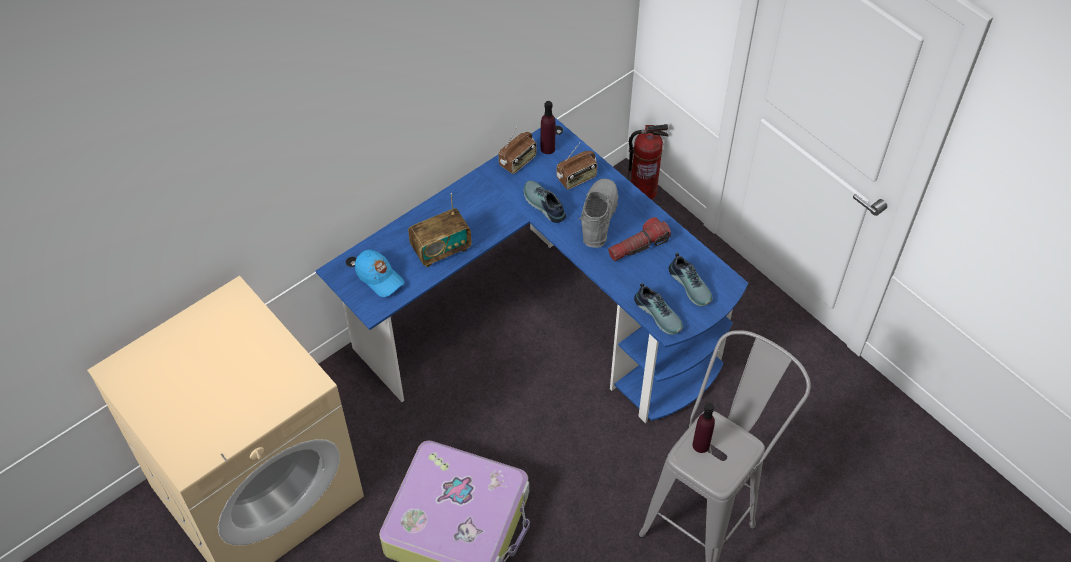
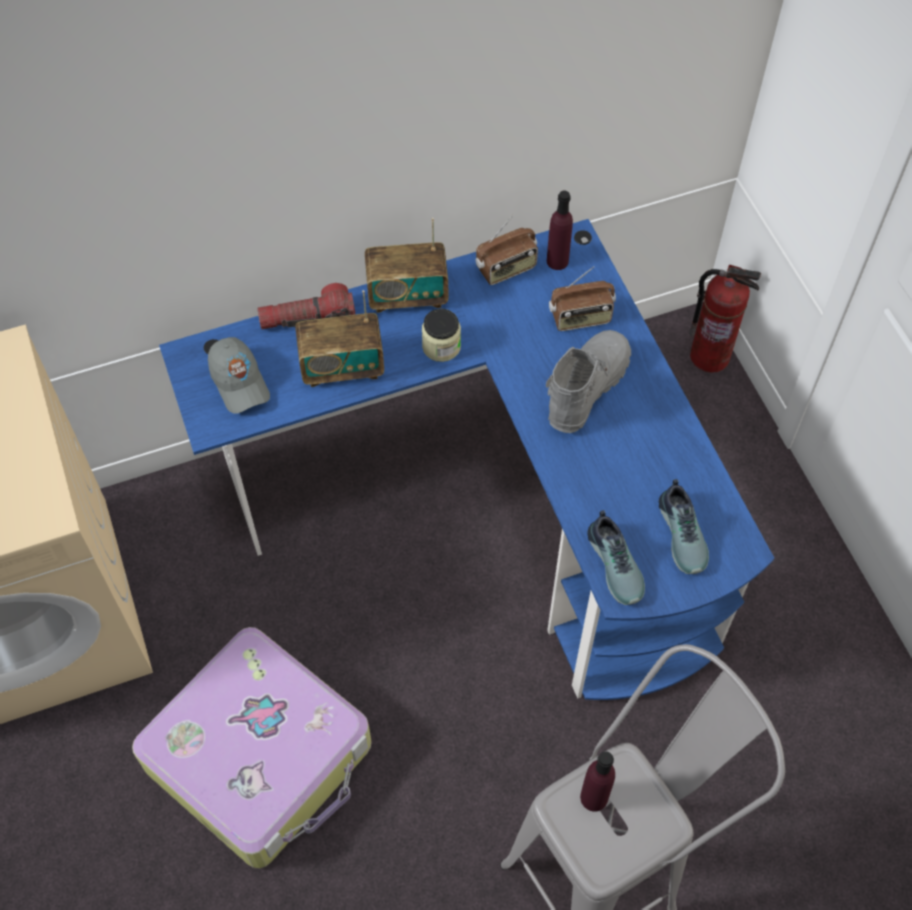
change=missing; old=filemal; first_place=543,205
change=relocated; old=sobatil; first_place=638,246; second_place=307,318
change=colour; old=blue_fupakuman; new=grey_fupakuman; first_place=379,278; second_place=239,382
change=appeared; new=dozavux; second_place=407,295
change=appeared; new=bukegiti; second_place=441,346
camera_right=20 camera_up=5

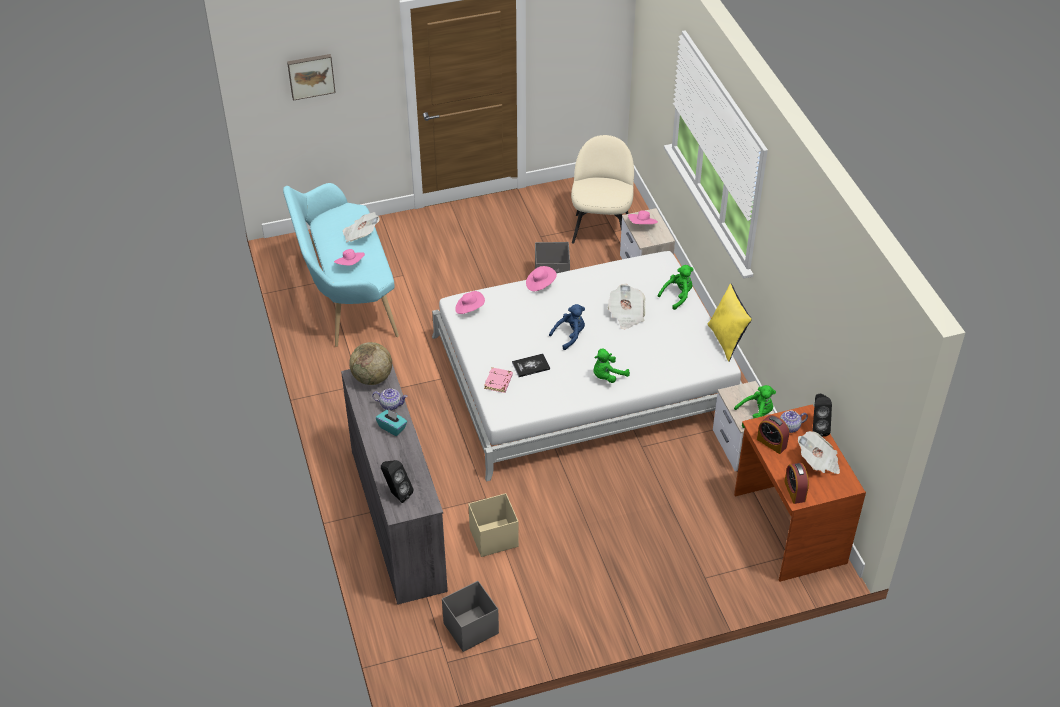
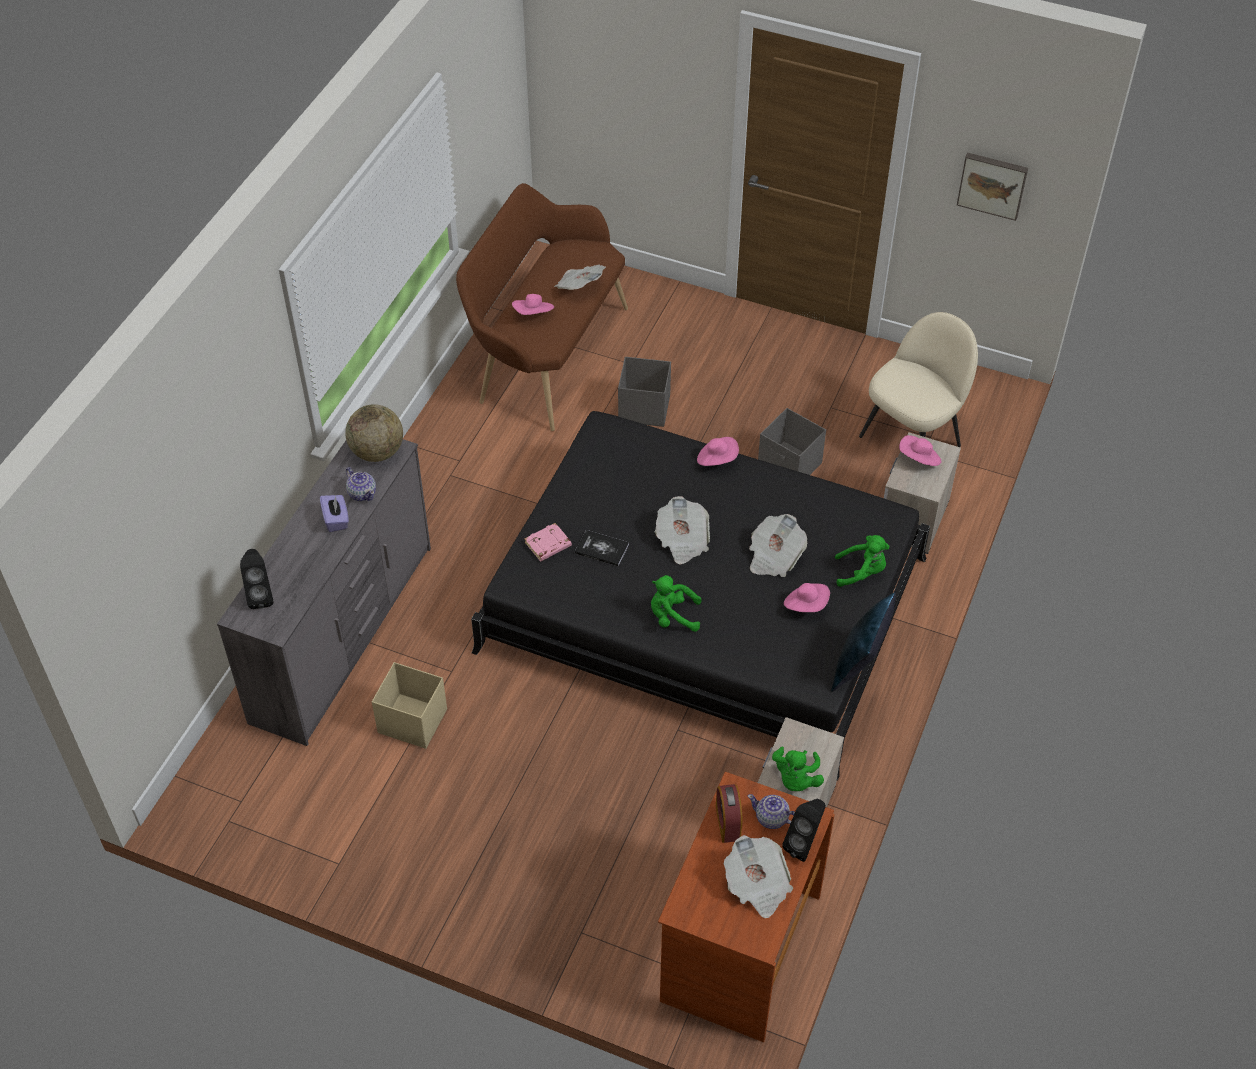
change=relocated; old=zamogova; first_place=311,75; second_place=992,184
change=colour; old=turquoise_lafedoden; new=brown_lafedoden; first_place=345,298; second_place=546,355
change=colour; old=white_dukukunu; new=black_dukukunu; first_place=585,376; second_place=703,604
change=colour; old=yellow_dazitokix; new=blue_dazitokix; first_place=727,341; second_place=859,665
change=relocated; old=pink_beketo; first_place=469,308; second_place=806,605
change=exchanged; old=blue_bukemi; new=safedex; first_place=570,335; second_place=682,541
change=spun; old=green_bukemi; first_place=755,415; second_place=796,779; degrees=75
change=colour; old=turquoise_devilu; new=purple_devilu; first_place=392,427; second_place=336,520
change=missing; old=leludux; first_place=794,491
change=relocated; old=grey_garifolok; first_place=470,629; second_place=643,408
camera_right=40 camera_up=5

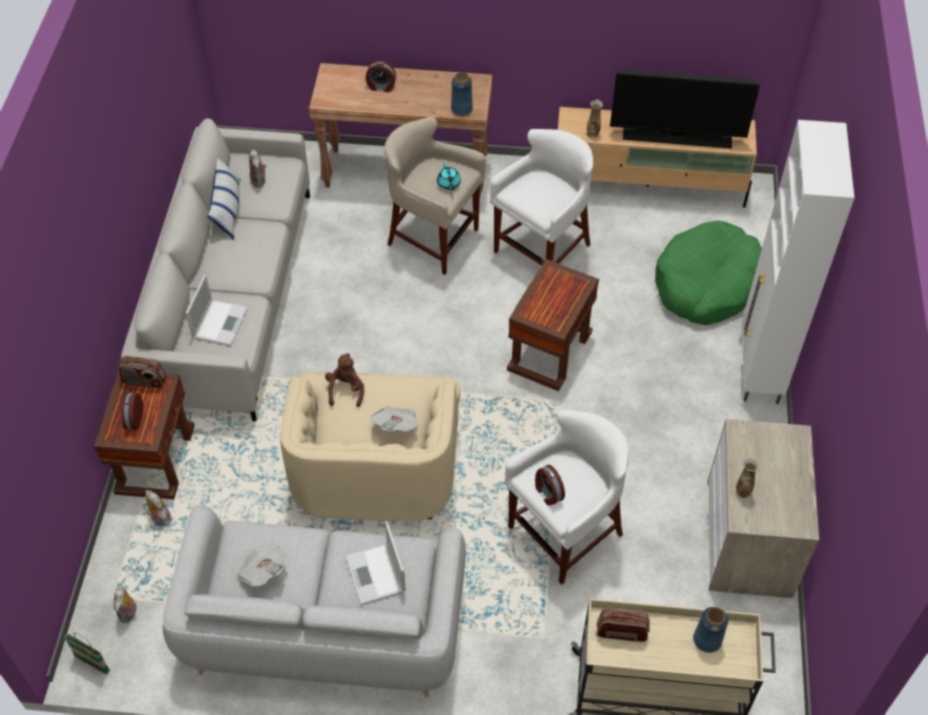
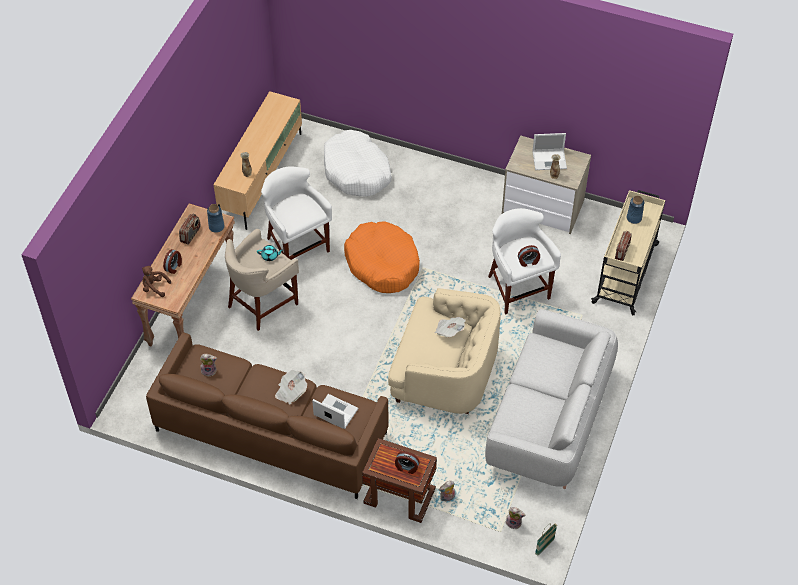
change=missing; old=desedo; first_place=677,137
change=colour; old=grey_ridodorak; new=brown_ridodorak; first_place=232,297; second_place=271,431
change=missing; old=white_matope; first_place=758,370
change=missing; old=dazitokix; first_place=228,209
change=colour; old=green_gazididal; new=white_gazididal; first_place=706,284; second_place=357,171
change=exchanged; old=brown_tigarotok; new=orange_gazididal; first_place=549,351; second_place=382,263
change=relocated; old=brown_bukemi; first_place=346,390; second_place=154,287
change=relocated; old=dozavux; first_place=144,381; second_place=190,235
change=relocated; old=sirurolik; first_place=376,575; second_place=550,160
change=relocated; old=safedex; first_place=263,571; second_place=291,392
camera_right=-75 camera_up=0

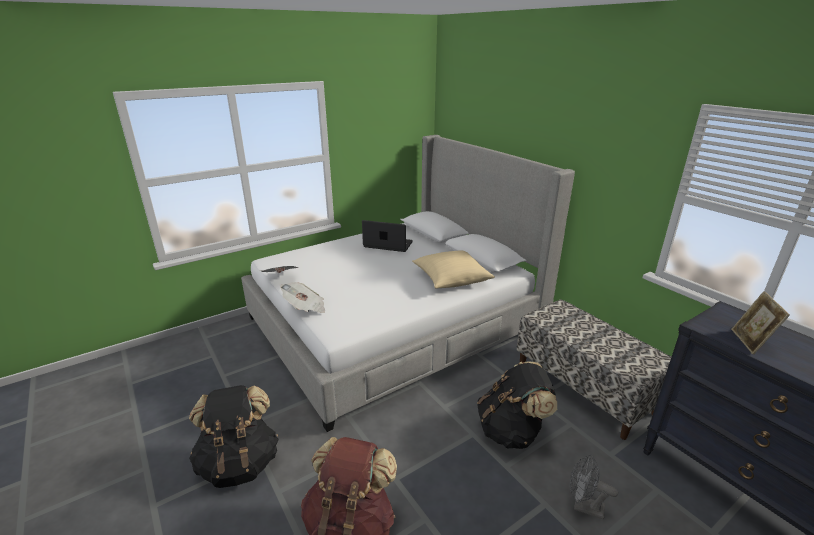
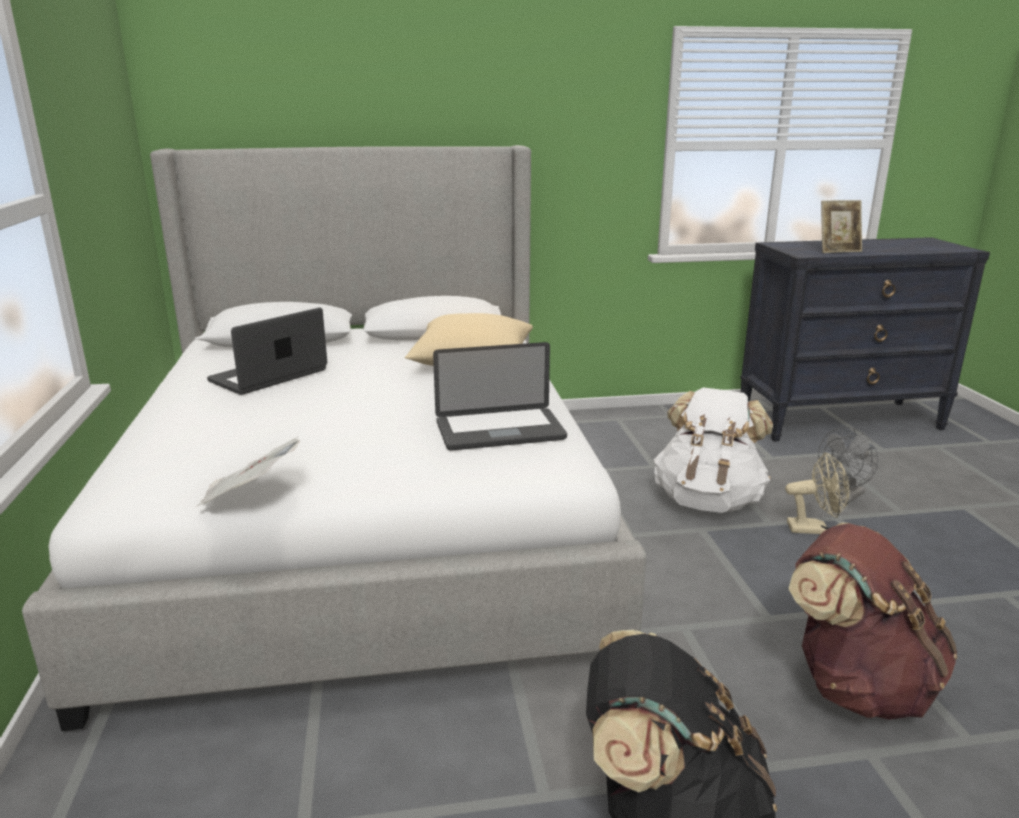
change=missing; old=safedex; first_place=305,308
change=spun; old=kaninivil; first_place=750,342; second_place=838,251; degrees=-45
change=missing; old=lafedoden; first_place=584,388
change=colour; old=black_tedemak; new=white_tedemak; first_place=511,431; second_place=708,500
change=appeared; new=sirurolik; second_place=500,431
change=appeared; new=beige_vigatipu; second_place=814,529
camera_right=-65 camera_up=-5

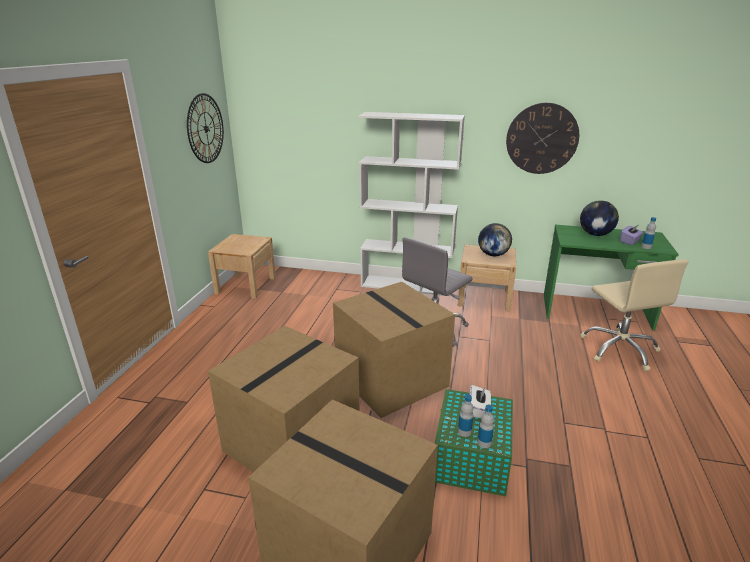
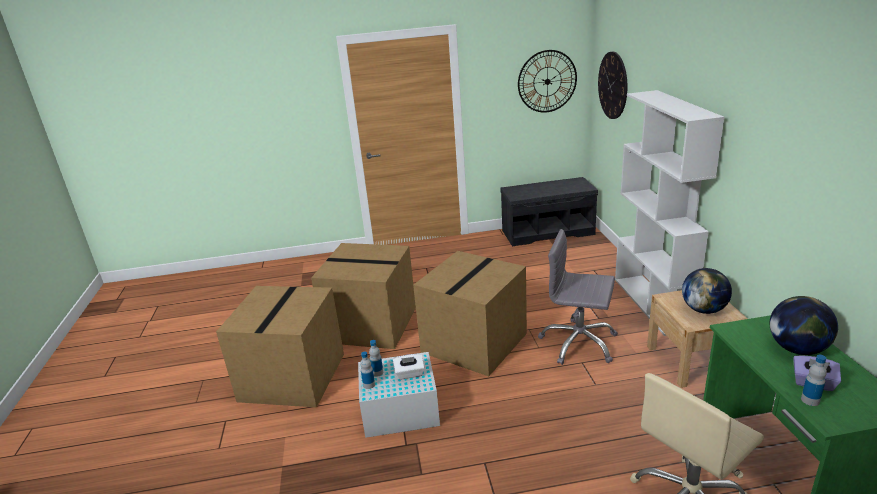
change=relocated; old=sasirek; first_place=542,139; second_place=613,85
change=exchanged; old=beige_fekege; new=grey_lafedoden; first_place=246,285; second_place=548,232
change=colour; old=green_garifolok; new=white_garifolok; first_place=471,459; second_place=399,410
camera_right=70 camera_up=0

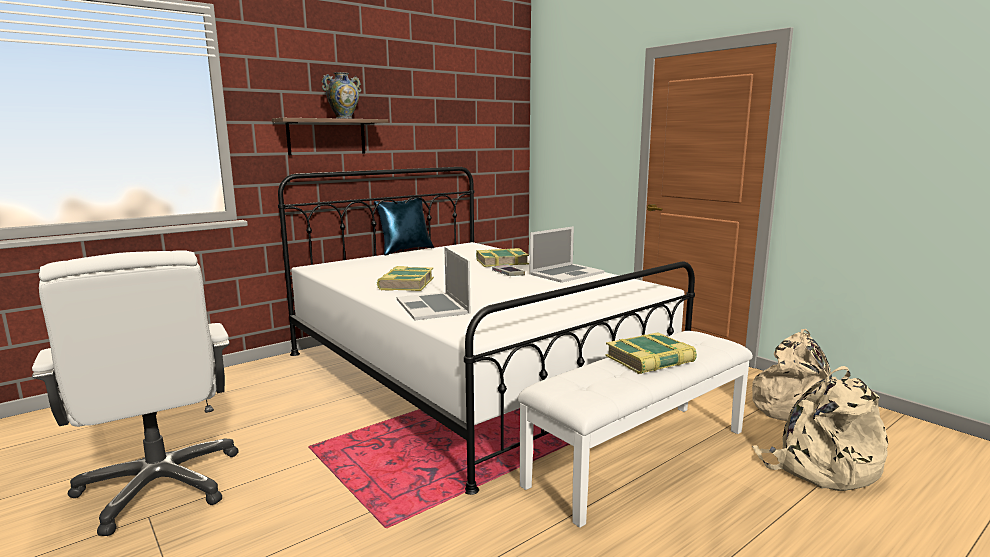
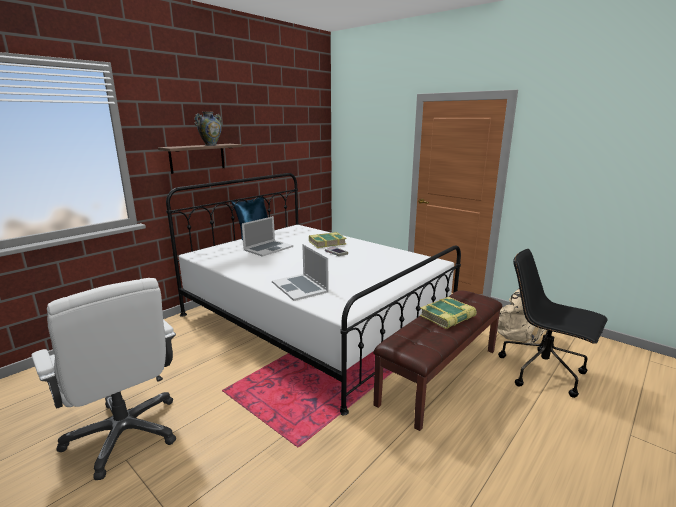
change=relocated; old=sirurolik; first_place=566,273; second_place=268,248
change=missing; old=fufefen; first_place=406,284
change=colour; old=white_lafedoden; new=brown_lafedoden; first_place=638,456; second_place=439,375
change=exchanged; old=beige_tedemak; new=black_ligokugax; first_place=819,467; second_place=543,372
camera_right=-10 camera_up=5

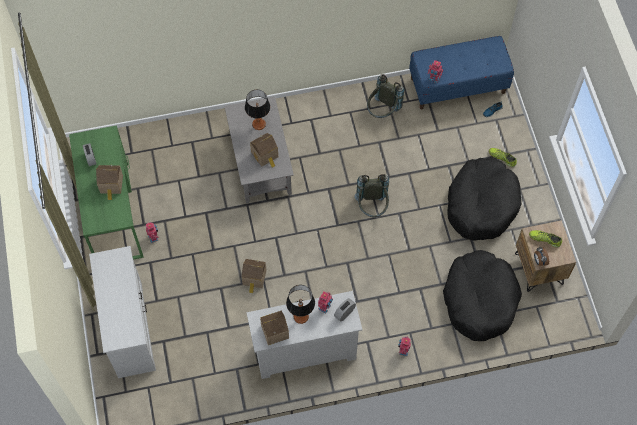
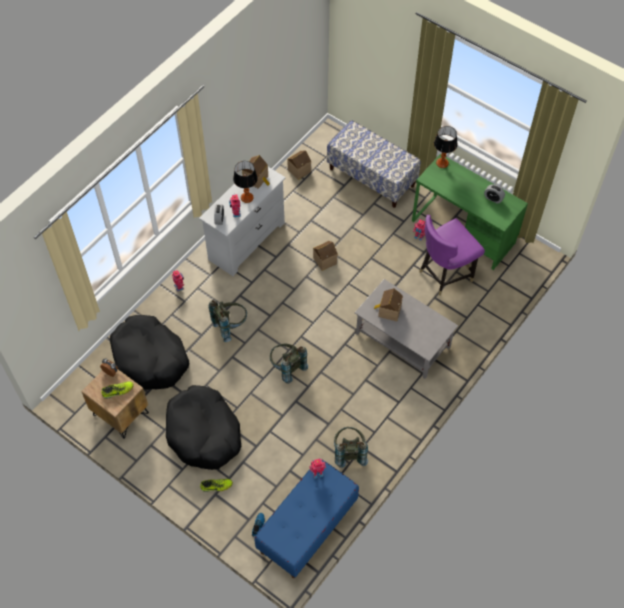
change=relocated; old=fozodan; first_place=258,124; second_place=442,163
change=relocated; old=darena; first_place=111,185; second_place=298,170
change=exchanged; old=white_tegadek; new=lafedoden; first_place=130,329; second_place=372,177
change=appeared; new=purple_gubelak; second_place=444,274
change=appeared; new=grey_tedemak; second_place=230,326
camera_right=140 camera_up=-5

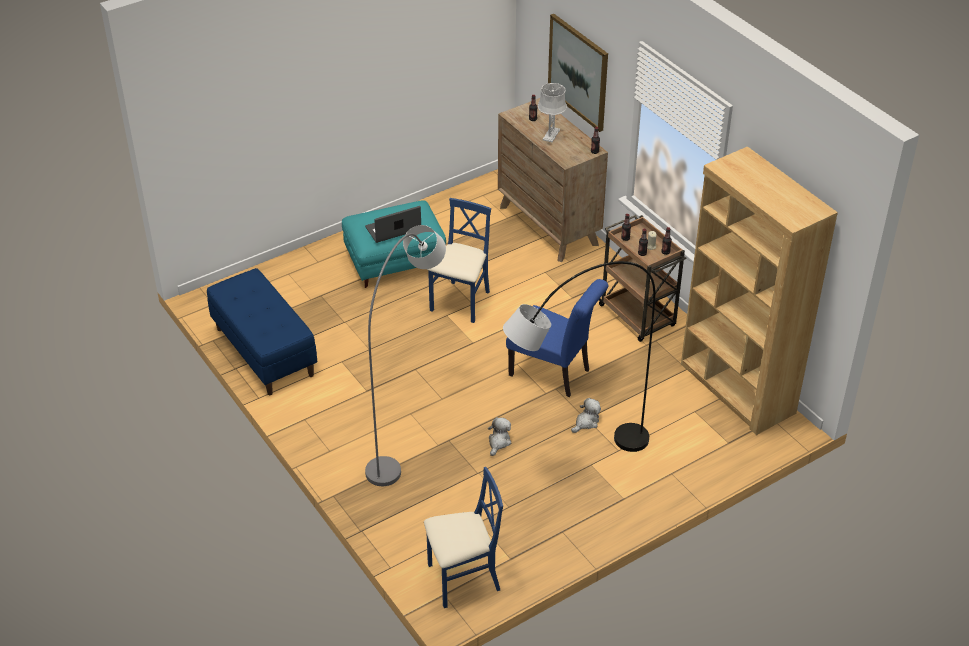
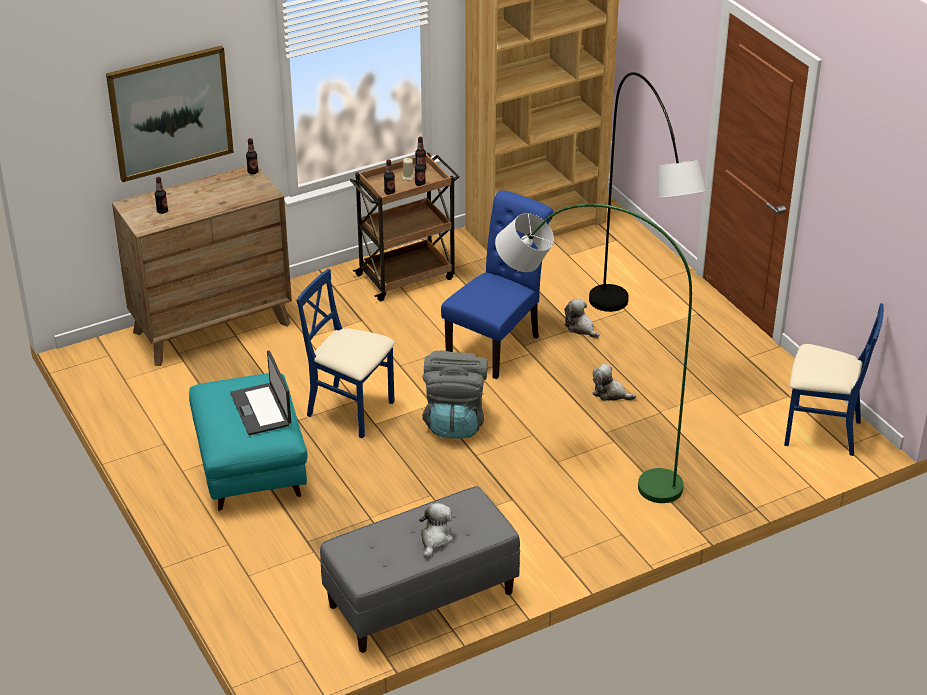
change=missing; old=grey_fozodan; first_place=551,134
change=colour; old=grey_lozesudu; new=green_lozesudu; first_place=409,427; second_place=581,464
change=colour; old=blue_lafedoden; new=grey_lafedoden; first_place=264,352; second_place=421,600
change=spun; old=blue_gubelak; first_place=463,579; second_place=821,431; degrees=120
change=appeared; new=grey_tedemak; second_place=455,421
change=appeared; new=bukemi; second_place=435,539
camera_right=-85 camera_up=-5

